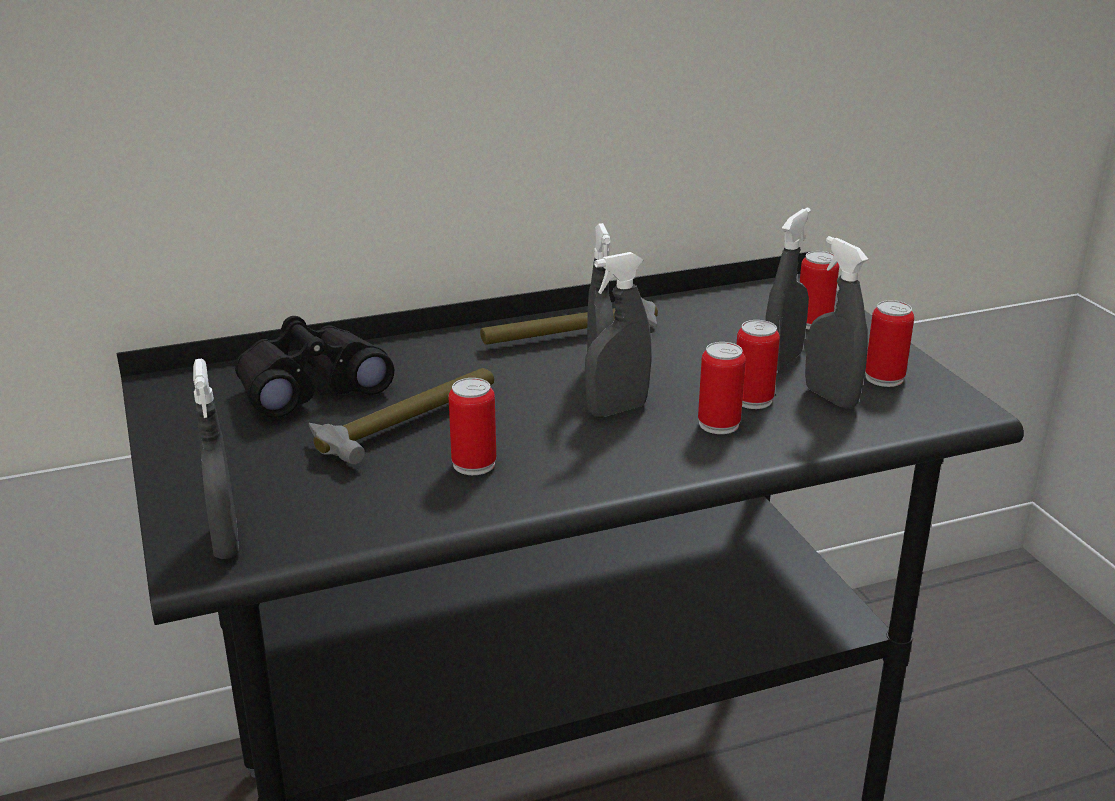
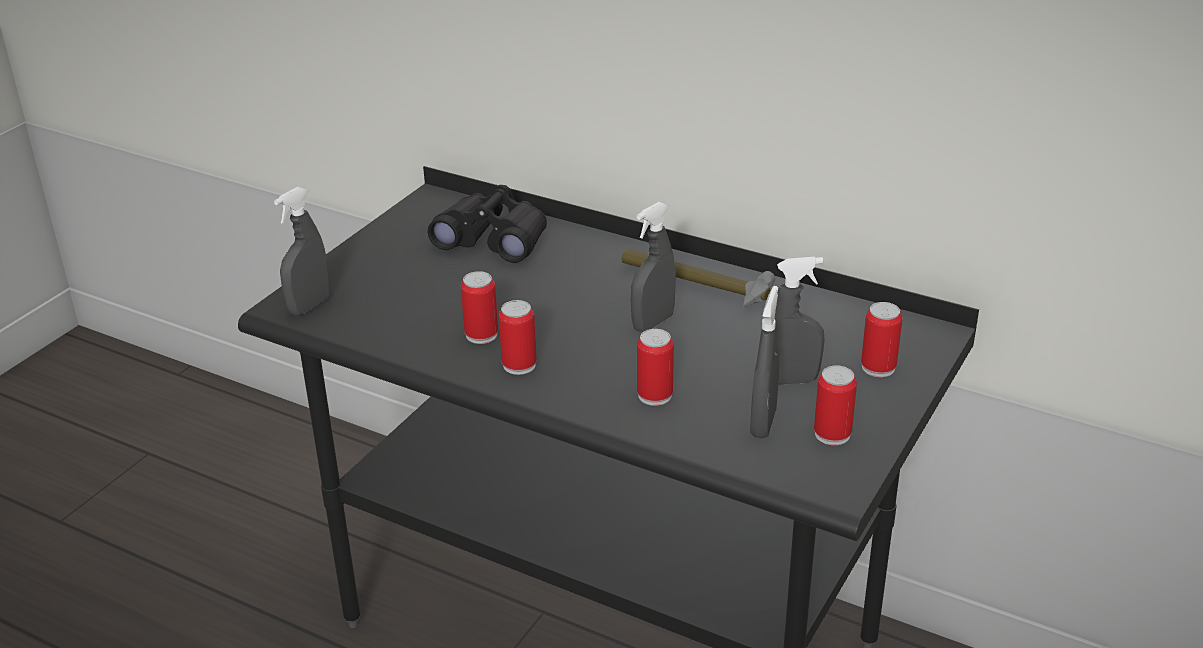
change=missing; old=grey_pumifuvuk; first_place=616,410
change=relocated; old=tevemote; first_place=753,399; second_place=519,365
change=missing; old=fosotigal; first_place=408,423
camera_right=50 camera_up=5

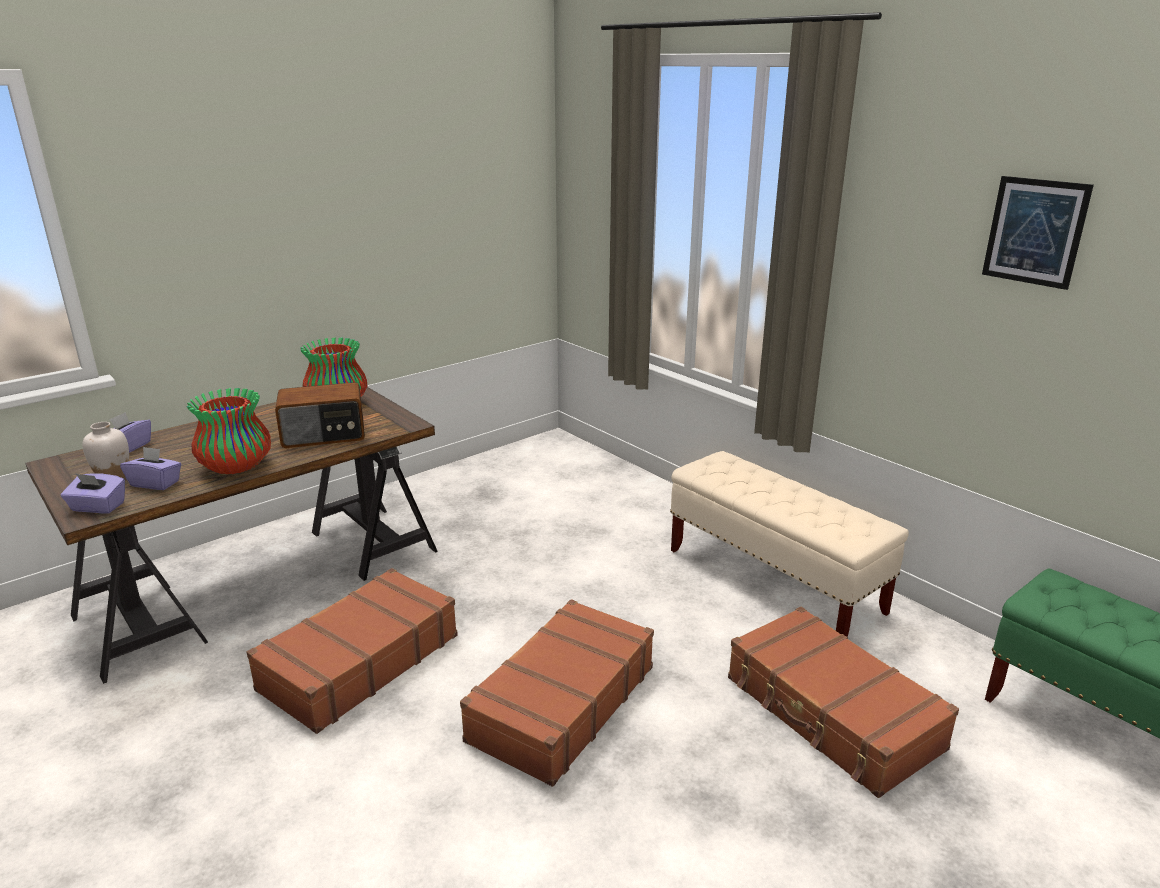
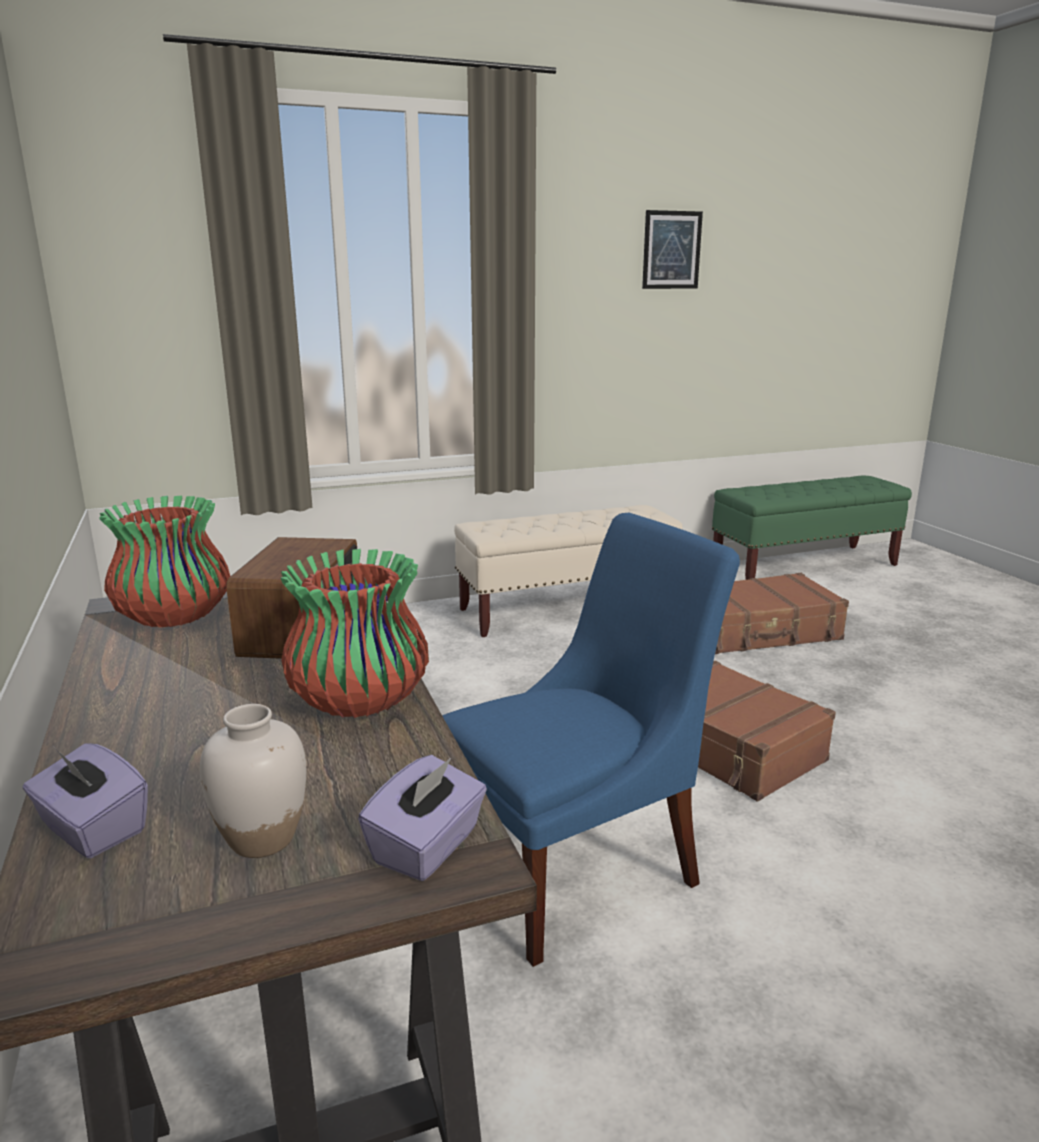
change=missing; old=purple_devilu; first_place=155,483
change=exchanged; old=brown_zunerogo; new=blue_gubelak; first_place=359,662; second_place=578,867
camera_right=-70 camera_up=-5

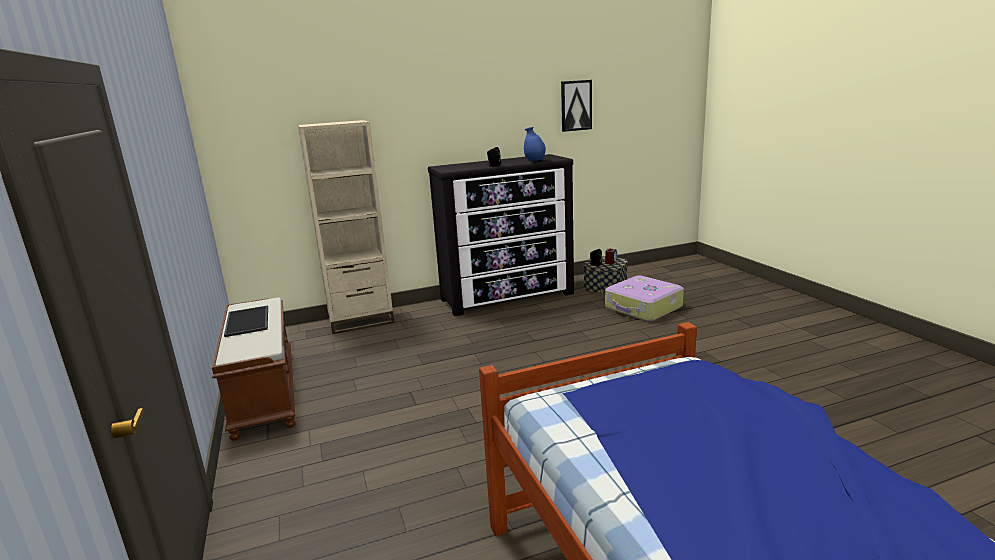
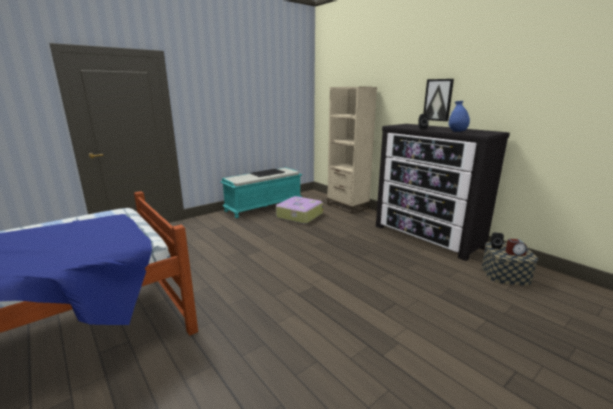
change=relocated; old=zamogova; first_place=576,105; second_place=438,100
change=relocated; old=zunerogo; first_place=643,308; second_place=299,216
change=colour; old=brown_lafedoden; new=turquoise_lafedoden; first_place=263,391; second_place=264,206
camera_right=70 camera_up=0

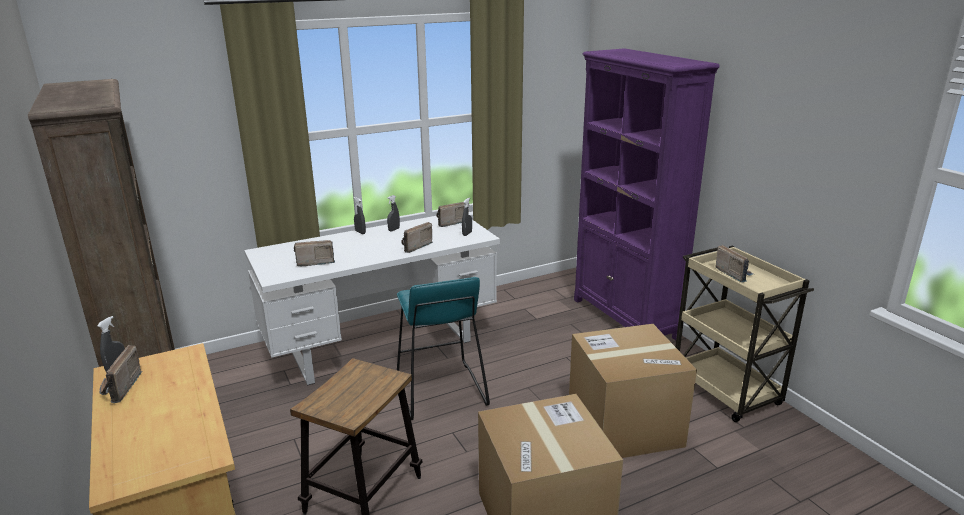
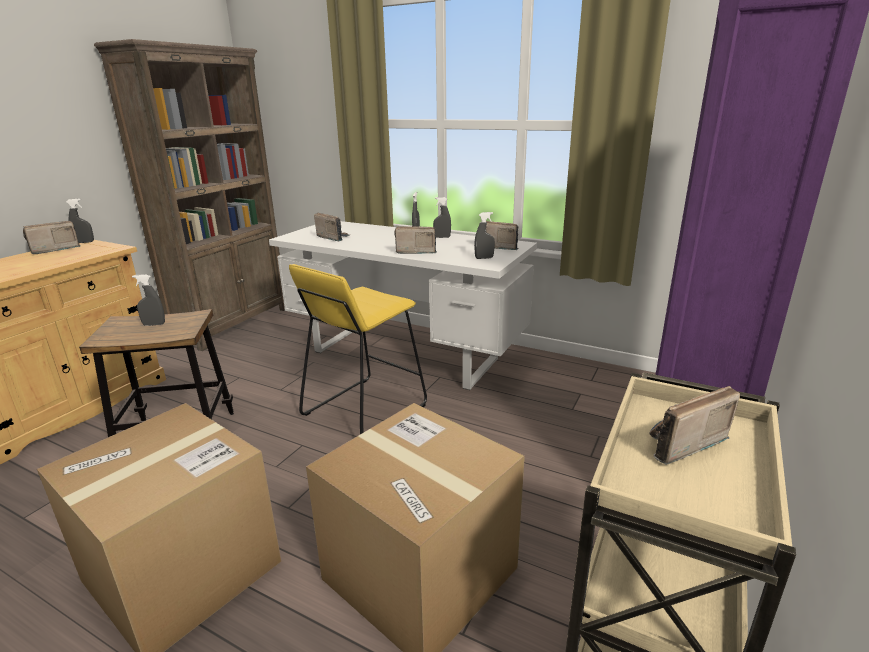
change=spun; old=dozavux; first_place=733,273; second_place=677,443; degrees=-150
change=colour; old=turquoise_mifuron; new=yellow_mifuron; first_place=439,391; second_place=364,410
change=appeared; new=grey_pumifuvuk; second_place=154,324
camera_right=55 camera_up=0

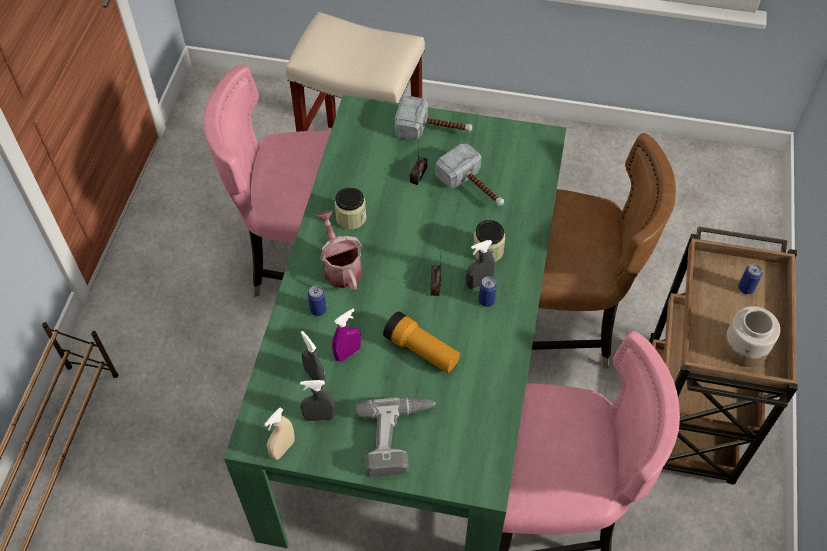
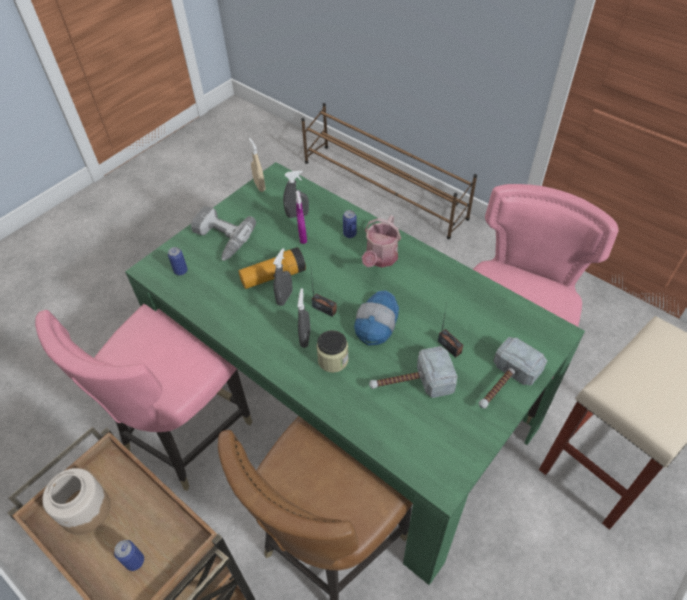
change=missing; old=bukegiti; first_place=351,217
change=spun; old=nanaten; first_place=341,267; second_place=380,259; degrees=105
change=relocated; old=tevemote; first_place=486,301; second_place=181,271
change=relocated; old=grey_pumifuvuk; first_place=319,417; second_place=284,297
change=appeared; new=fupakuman; second_place=375,322
camera_right=120 camera_up=-5

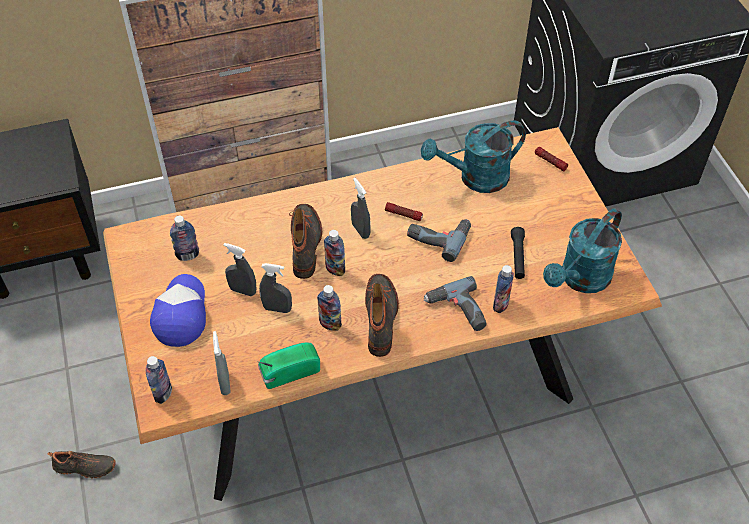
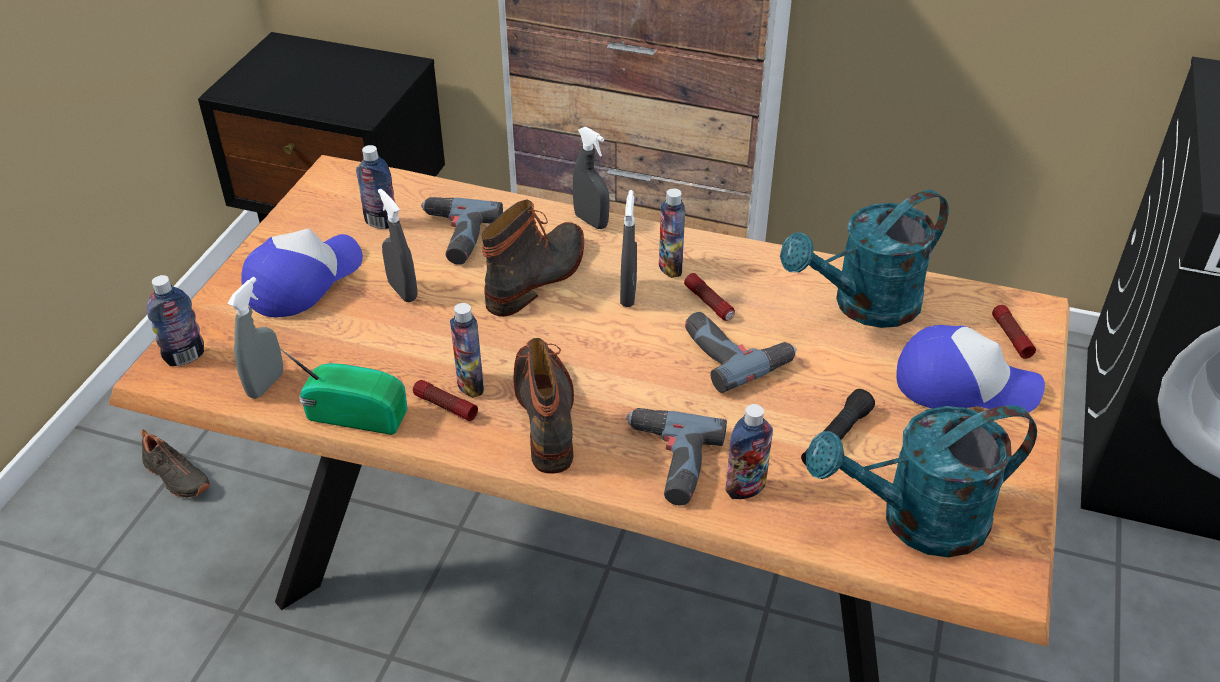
change=spun; old=turquoise_nanaten; first_place=475,178; second_place=864,306; degrees=-45
change=relocated; old=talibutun; first_place=335,269; second_place=670,267
change=relocated; old=grey_pumifuvuk; first_place=277,308; second_place=591,221
change=spun; old=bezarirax; first_place=381,318; second_place=547,413; degrees=-45
change=appeared; new=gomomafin; second_place=453,237
change=appeared; new=fupakuman; second_place=964,384
change=appeared; new=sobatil; second_place=445,406
camera_right=35 camera_up=-10

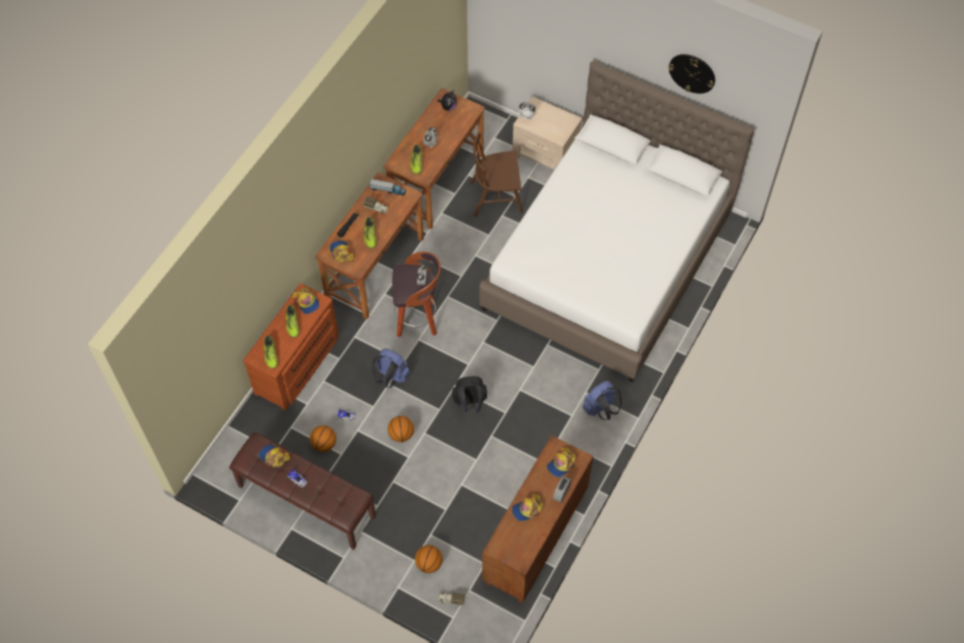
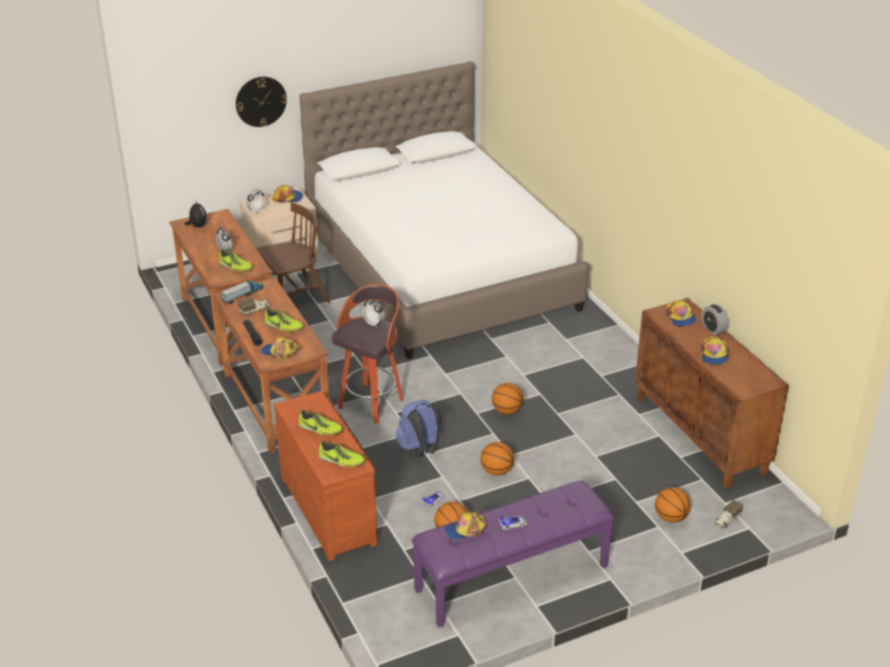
change=relocated; old=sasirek; first_place=692,73; second_place=261,101
change=spun; old=brown_gubelak; first_place=496,197; second_place=292,298; degrees=-150
change=relocated; old=fupakuman; first_place=306,302; second_place=288,198
change=exchanged; old=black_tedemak; new=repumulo; first_place=470,403; second_place=507,411
change=missing; old=blue_tedemak; first_place=601,410
change=colour; old=brown_lafedoden; new=purple_lafedoden; first_place=306,501; second_place=512,578
camera_right=-55 camera_up=-25

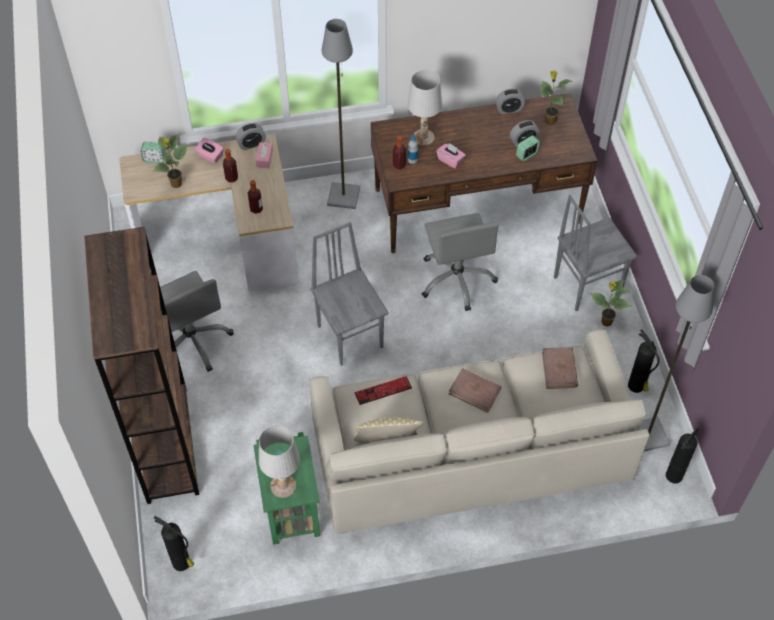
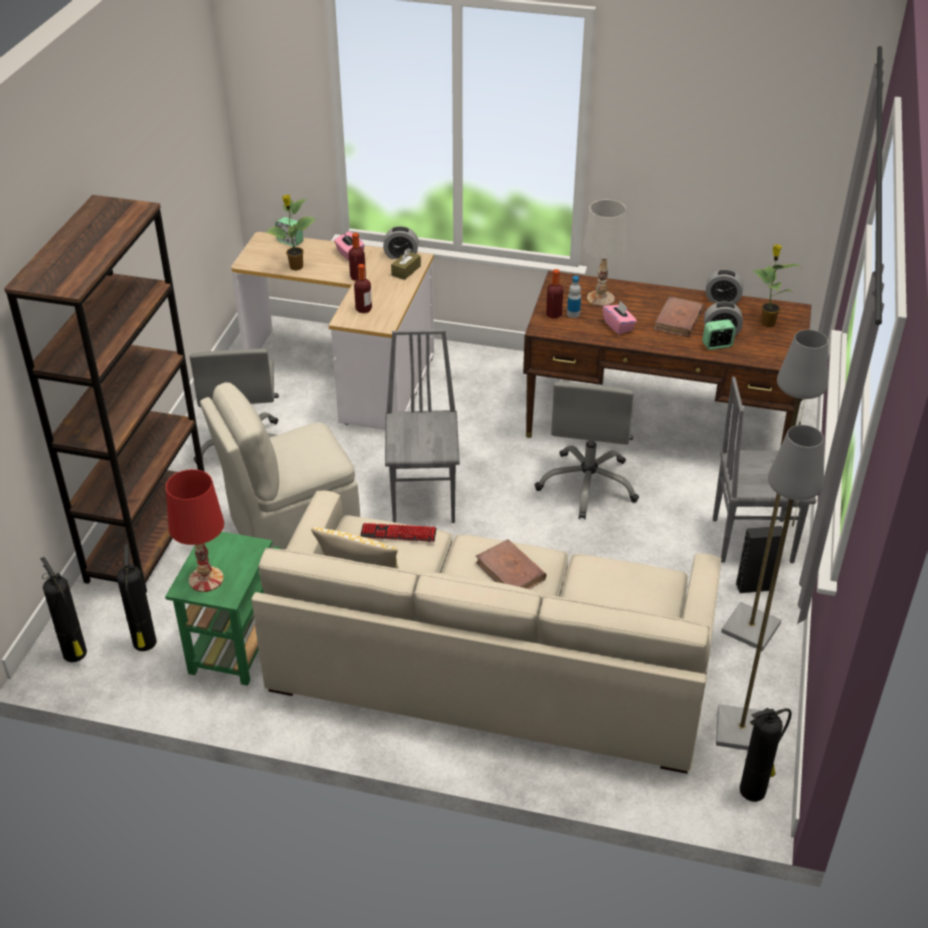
change=relocated; old=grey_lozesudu; first_place=344,196; second_place=752,627
change=colour; old=pink_devilu; new=brown_devilu; first_place=264,158; second_place=406,271
change=exchanged; old=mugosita; new=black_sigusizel; first_place=605,322; second_place=754,586
change=relocated; old=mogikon; first_place=636,386; second_place=144,644
change=relocated; old=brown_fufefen; first_place=559,370; second_place=678,320
change=colour; old=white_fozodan; new=red_fozodan; first_place=283,486; second_place=205,579
change=appeared; new=beige_gubelak; second_place=291,527
camera_right=25 camera_up=-15

